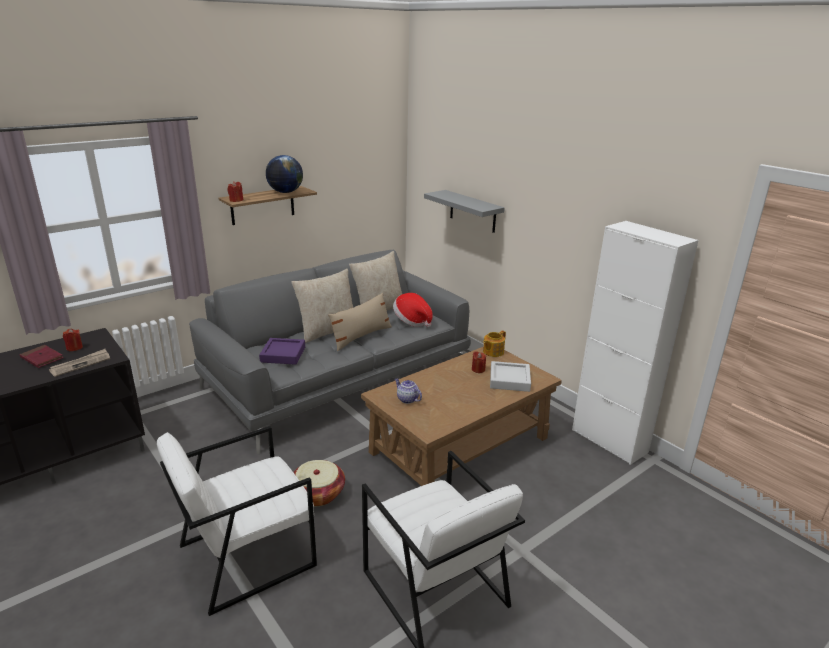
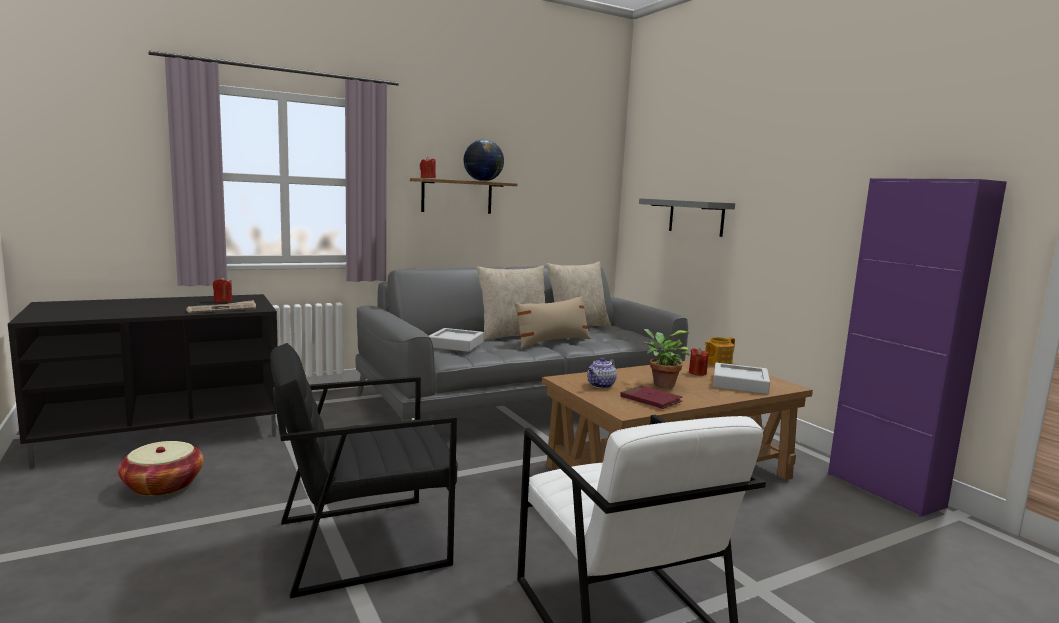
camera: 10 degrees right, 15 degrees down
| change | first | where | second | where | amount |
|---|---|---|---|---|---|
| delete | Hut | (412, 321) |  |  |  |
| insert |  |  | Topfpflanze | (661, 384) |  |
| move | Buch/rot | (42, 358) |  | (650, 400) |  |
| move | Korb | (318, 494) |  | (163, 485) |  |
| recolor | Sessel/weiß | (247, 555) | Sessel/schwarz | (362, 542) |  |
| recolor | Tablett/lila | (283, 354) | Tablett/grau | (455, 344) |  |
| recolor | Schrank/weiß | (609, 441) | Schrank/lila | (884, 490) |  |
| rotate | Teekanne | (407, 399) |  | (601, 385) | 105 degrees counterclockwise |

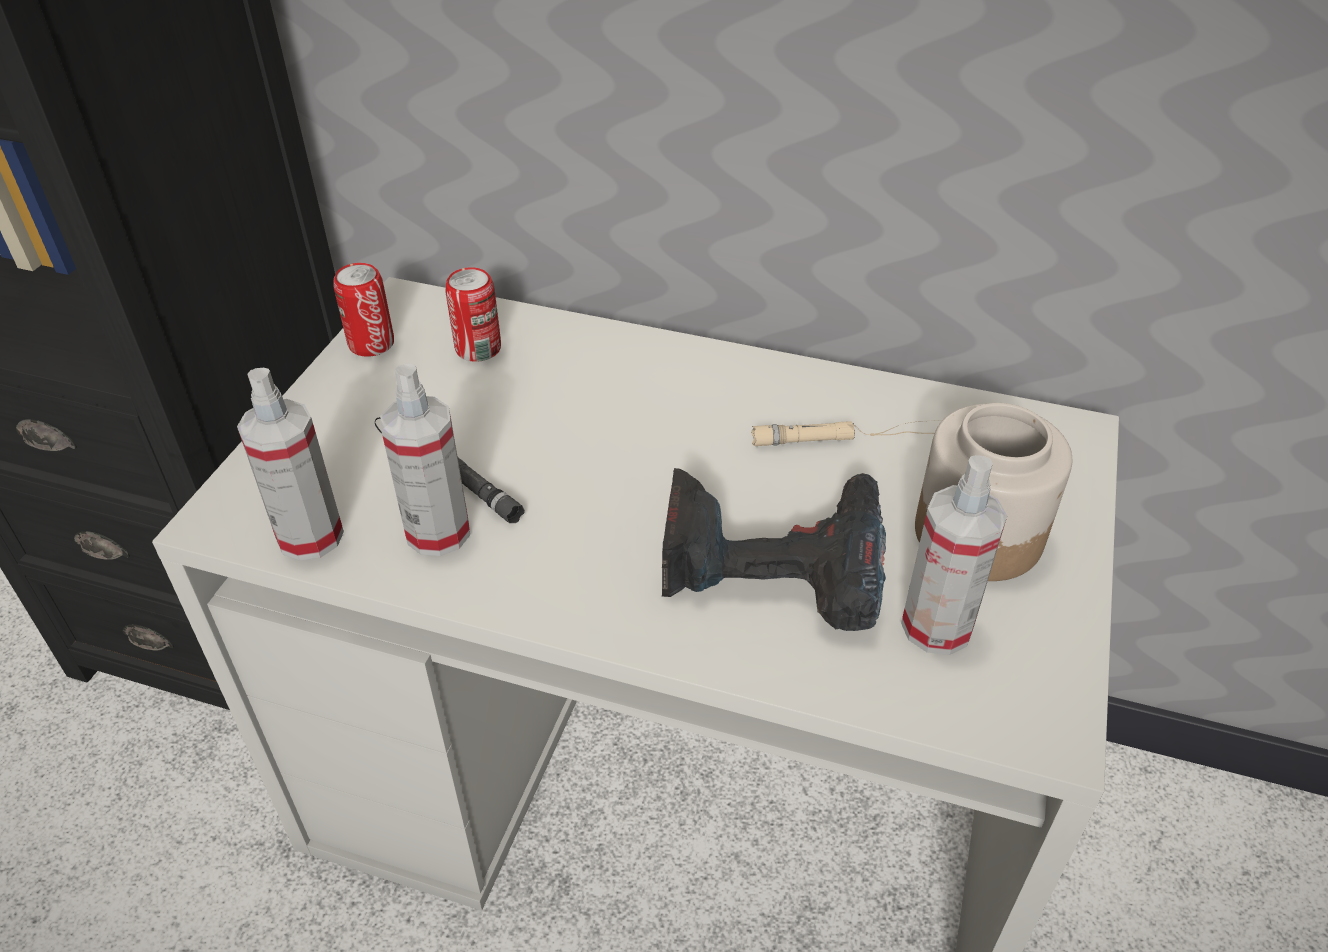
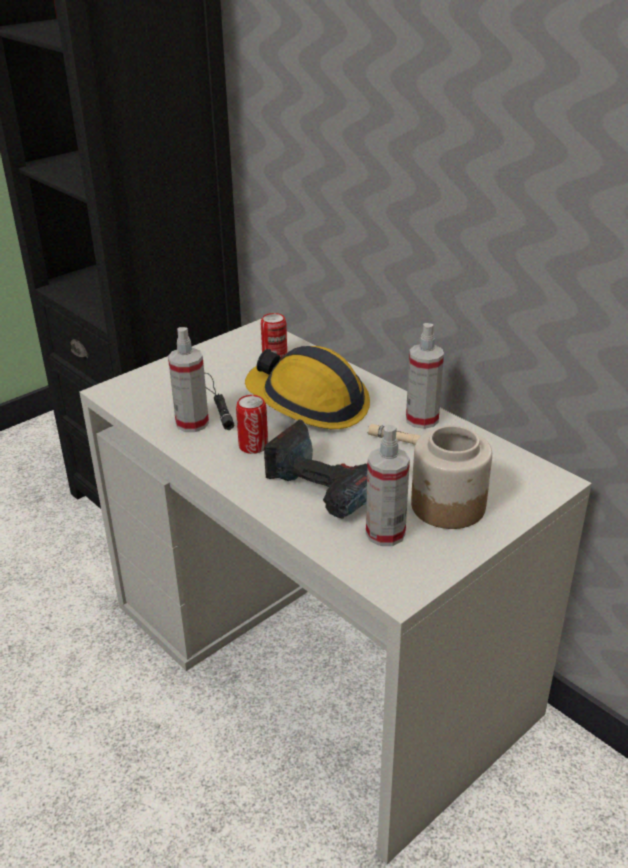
camera: 30 degrees right, 10 degrees down
| change | first | where | second | where | amount |
|---|---|---|---|---|---|
| insert |  |  | Schutzhelm | (308, 404) |  |
| move | Sprühflasche | (310, 536) |  | (422, 419) |  |
| move | Dose | (371, 344) |  | (253, 446) |  |

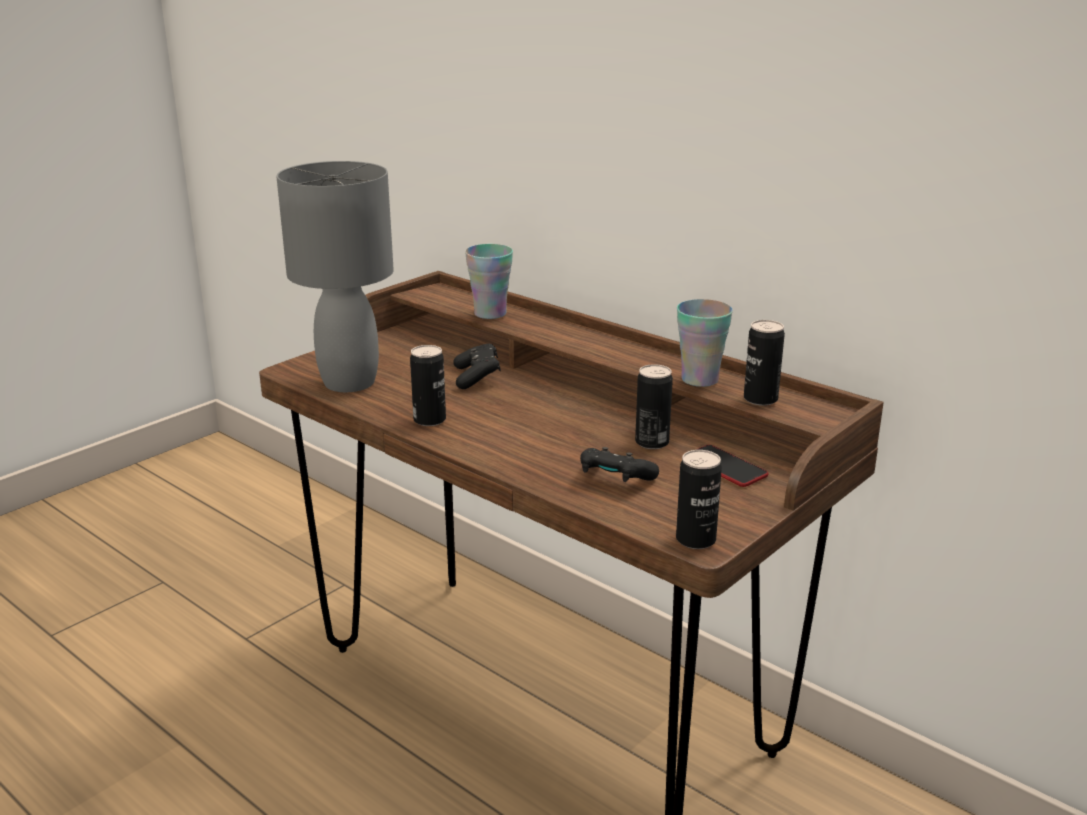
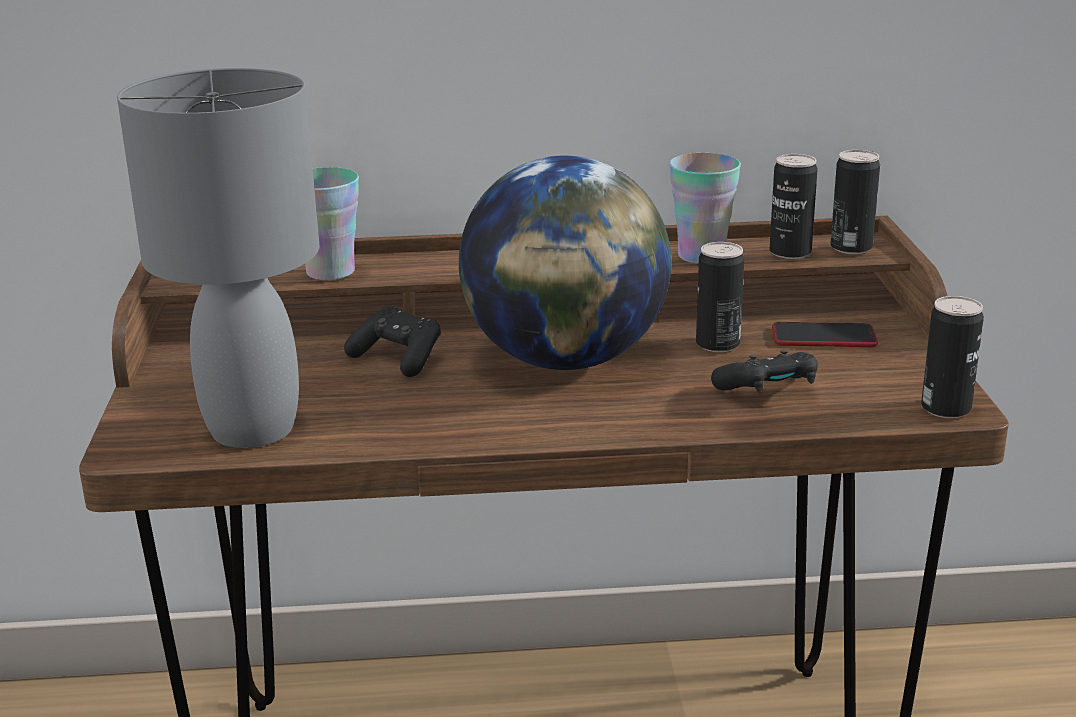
camera: 45 degrees left, 0 degrees up
| change | first | where | second | where | amount |
|---|---|---|---|---|---|
| insert |  |  | Globus | (565, 360) |  |
| move | Dose | (429, 420) |  | (851, 247) |  |

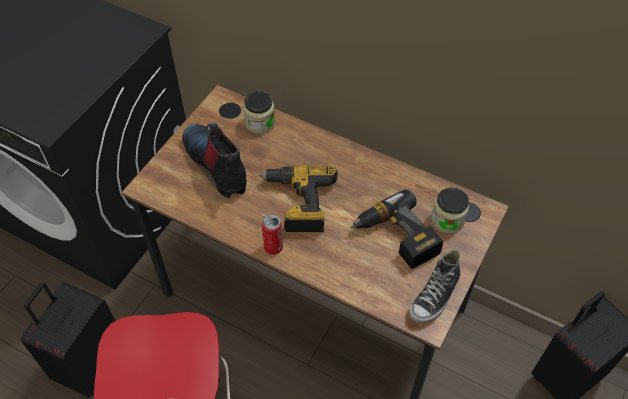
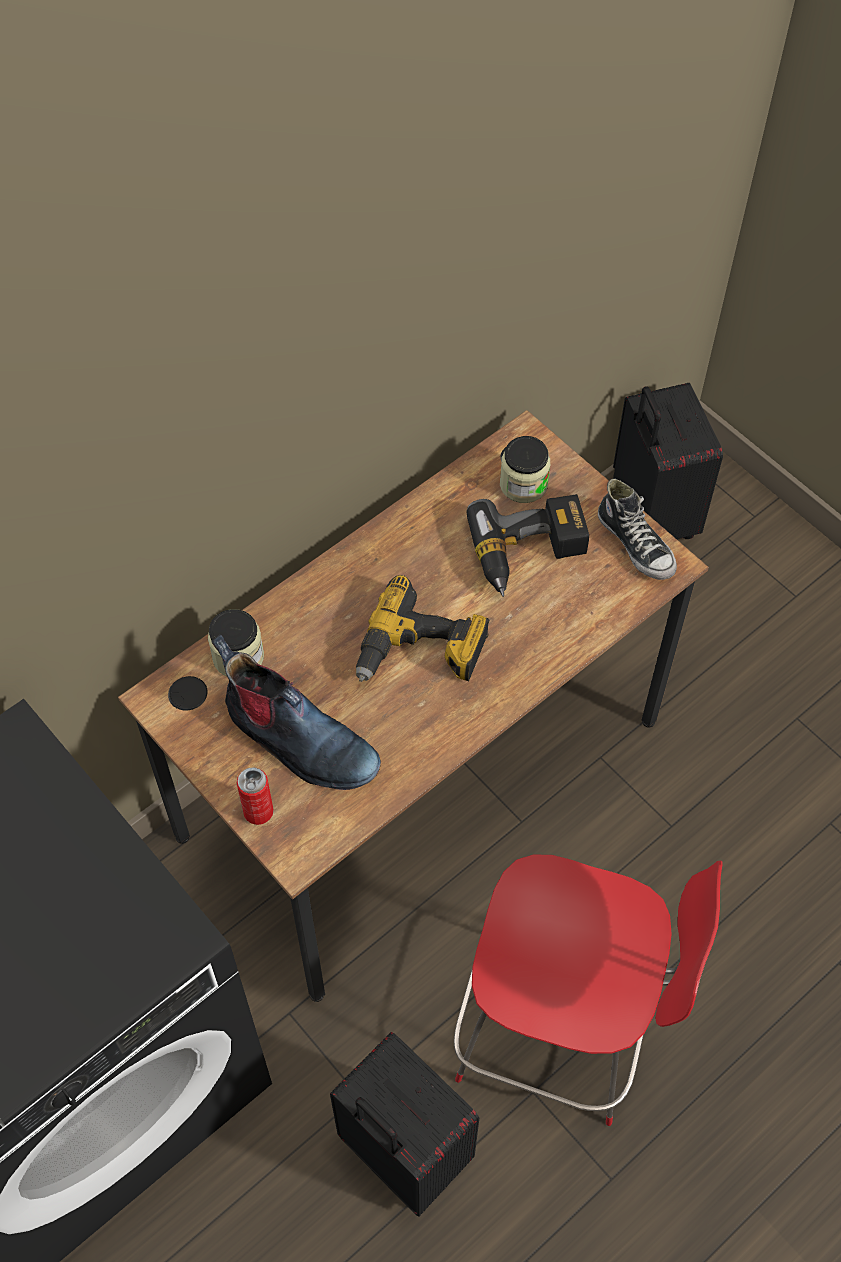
camera: 70 degrees left, 5 degrees up
| change | first | where | second | where | amount |
|---|---|---|---|---|---|
| move | Dose | (273, 247) |  | (258, 811) |  |
| rotate | Stiefel | (217, 165) |  | (298, 740) | 135 degrees counterclockwise |

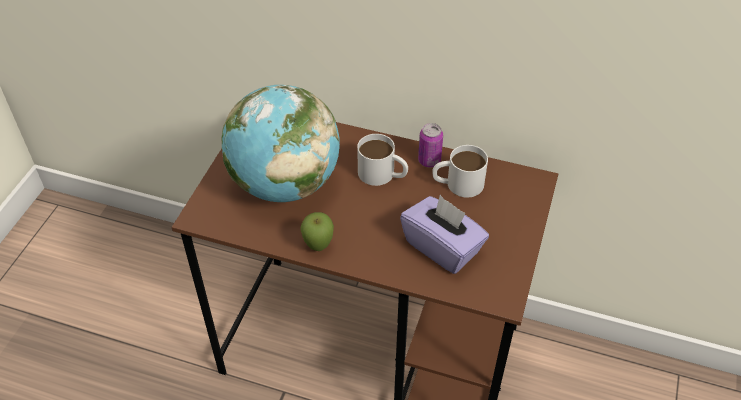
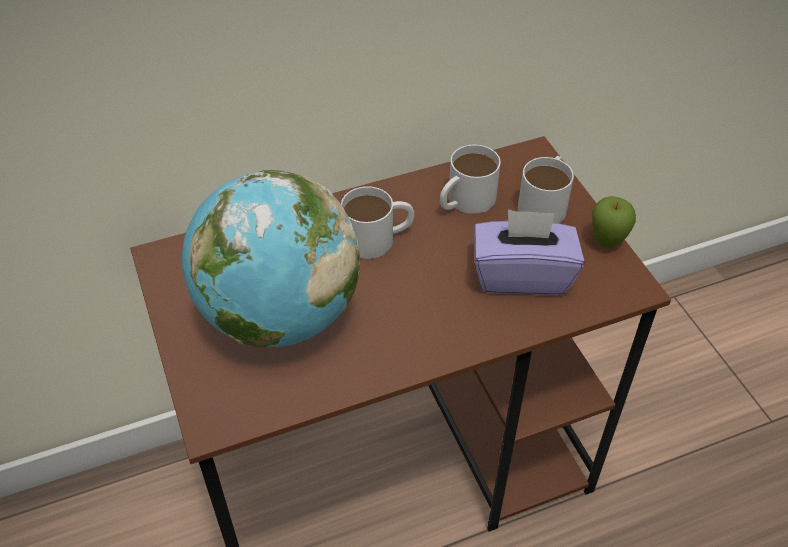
camera: 40 degrees left, 0 degrees up
| change | first | where | second | where | amount |
|---|---|---|---|---|---|
| delete | Dose | (429, 161) |  |  |  |
| insert |  |  | Henkelbecher/weiß | (545, 203) |  |
| move | Apfel | (318, 247) |  | (606, 243) |  |

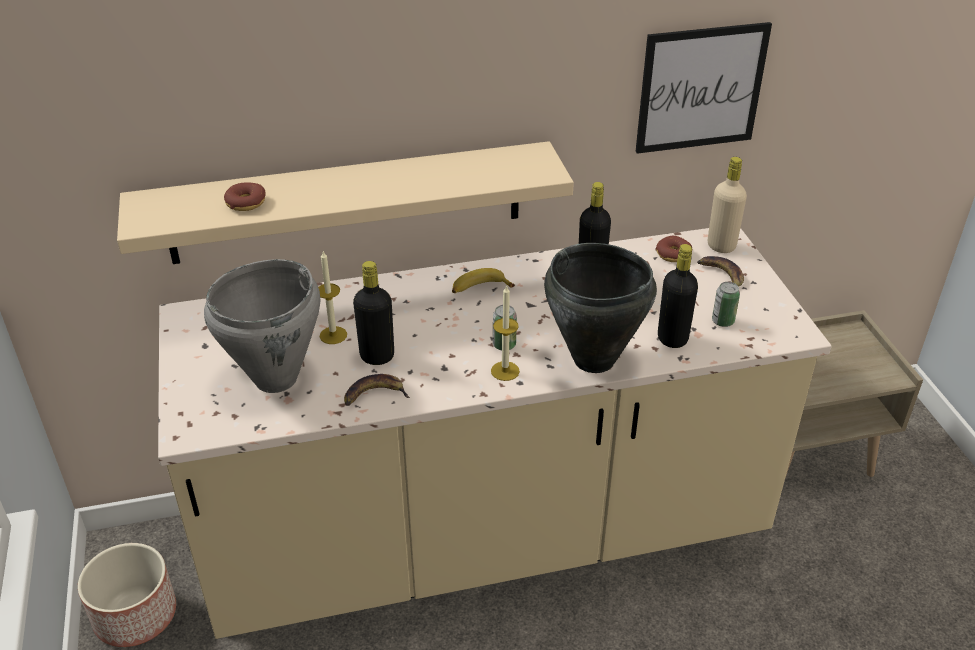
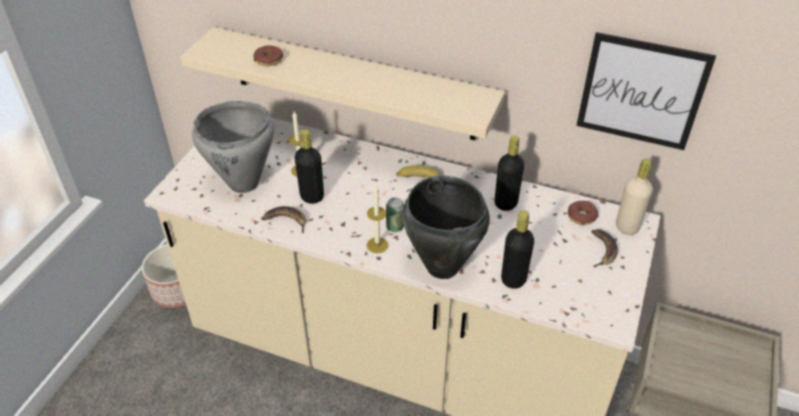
camera: 35 degrees right, 5 degrees up
| change | first | where | second | where | amount |
|---|---|---|---|---|---|
| delete | Dose | (722, 321) |  |  |  |

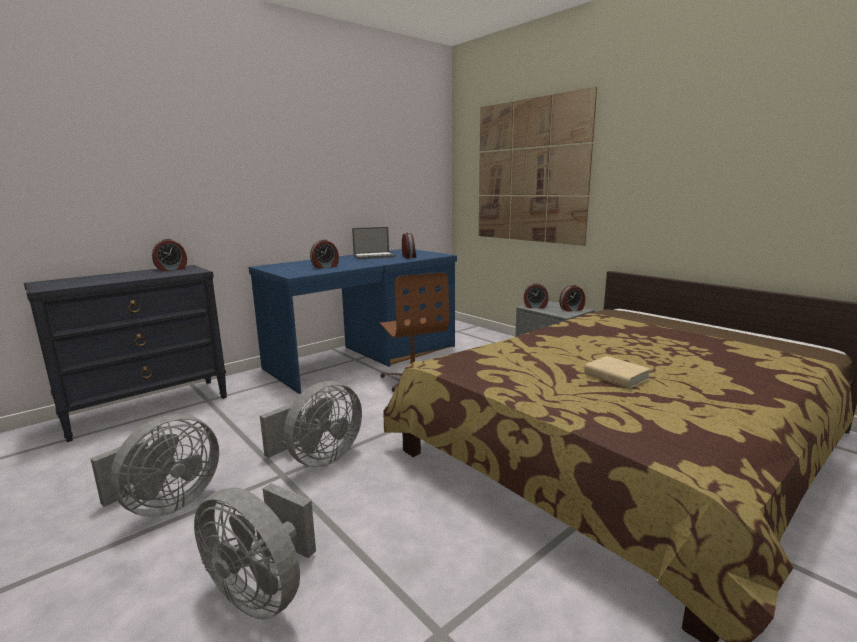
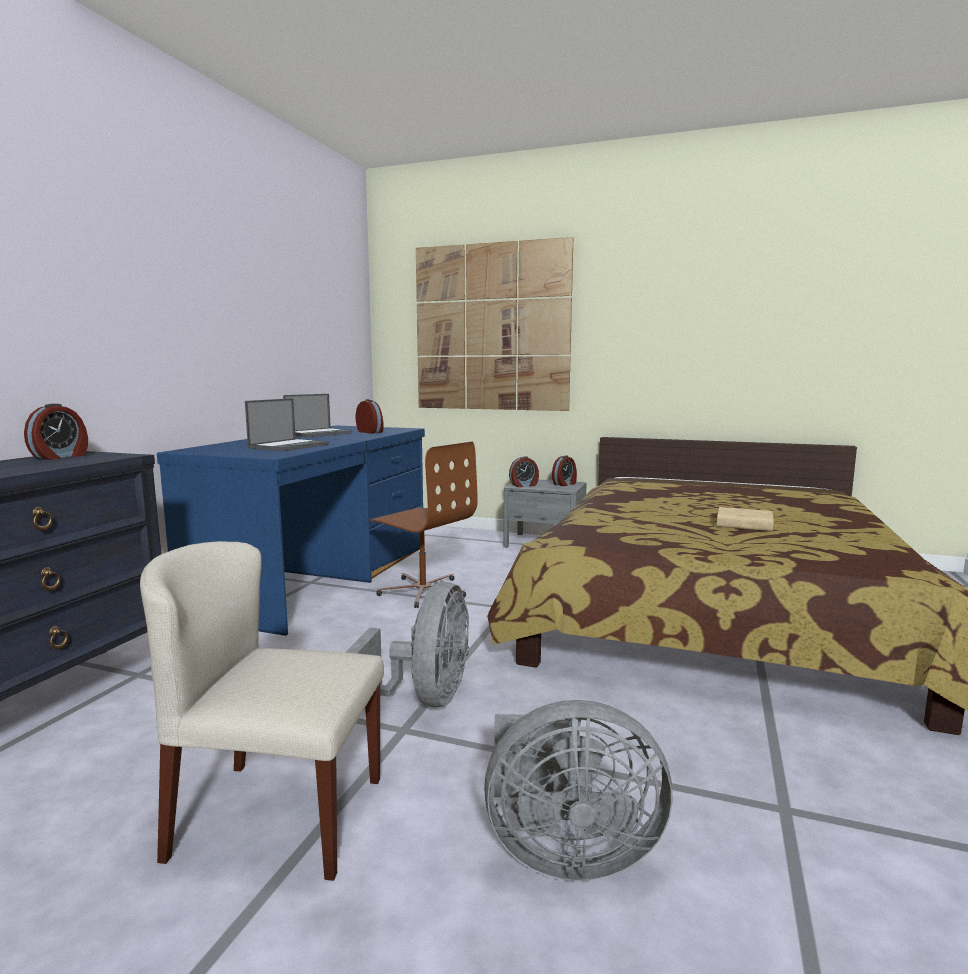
camera: 30 degrees left, 5 degrees down
| change | first | where | second | where | amount |
|---|---|---|---|---|---|
| replace | Ventilator/grau | (166, 504) | Stuhl/beige | (277, 817) |  |
| replace | Wecker | (325, 267) | Laptop | (289, 446) |  |

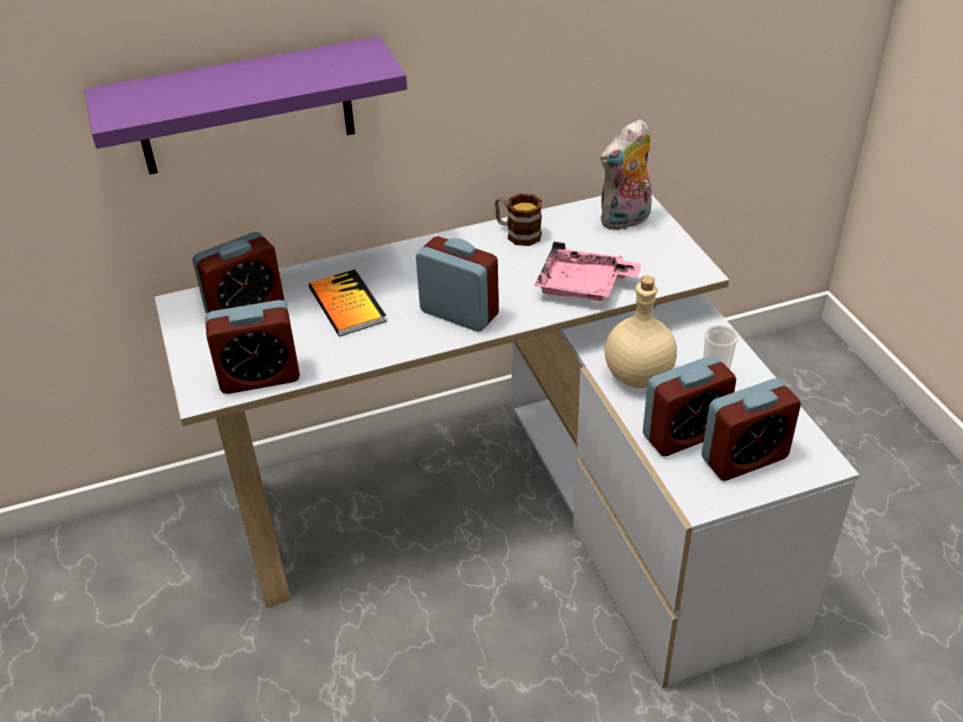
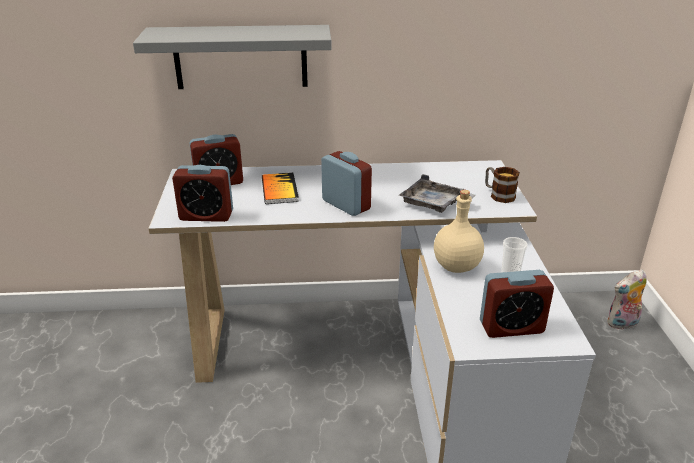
camera: 15 degrees right, 10 degrees down
| change | first | where | second | where | amount |
|---|---|---|---|---|---|
| delete | Wecker | (684, 434) |  |  |  |
| move | Henkelbecher | (517, 233) |  | (498, 195) |  |
| move | Plüschtier | (625, 221) |  | (622, 324) |  |
| recolor | Wandregal/lila | (245, 108) | Wandregal/grau | (240, 57) |  |
| recolor | Tablett/rosa | (583, 286) | Tablett/grau | (434, 204) |  |

